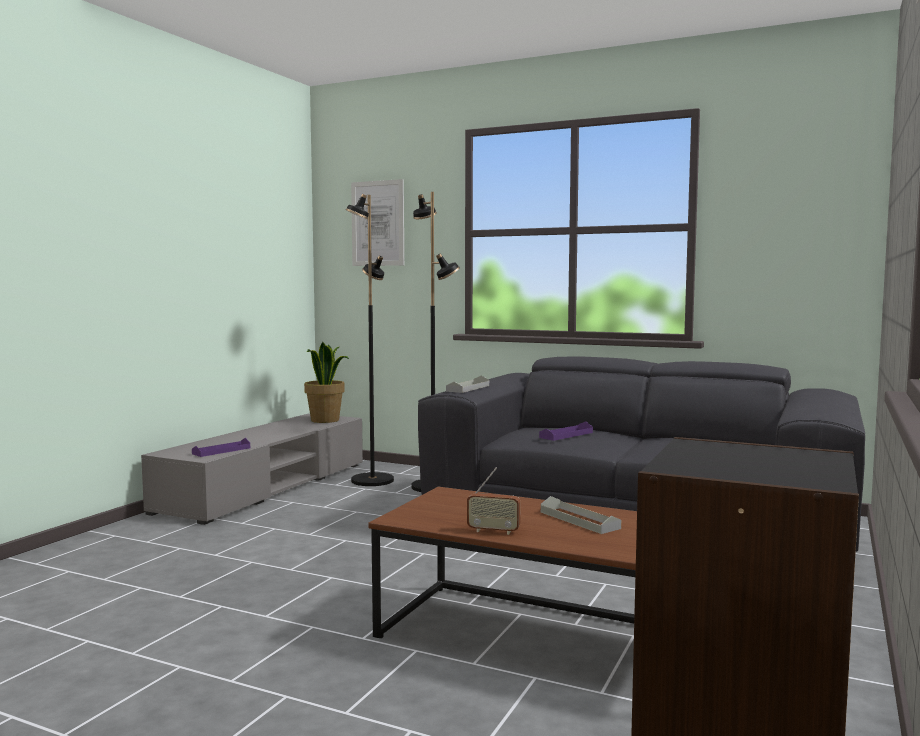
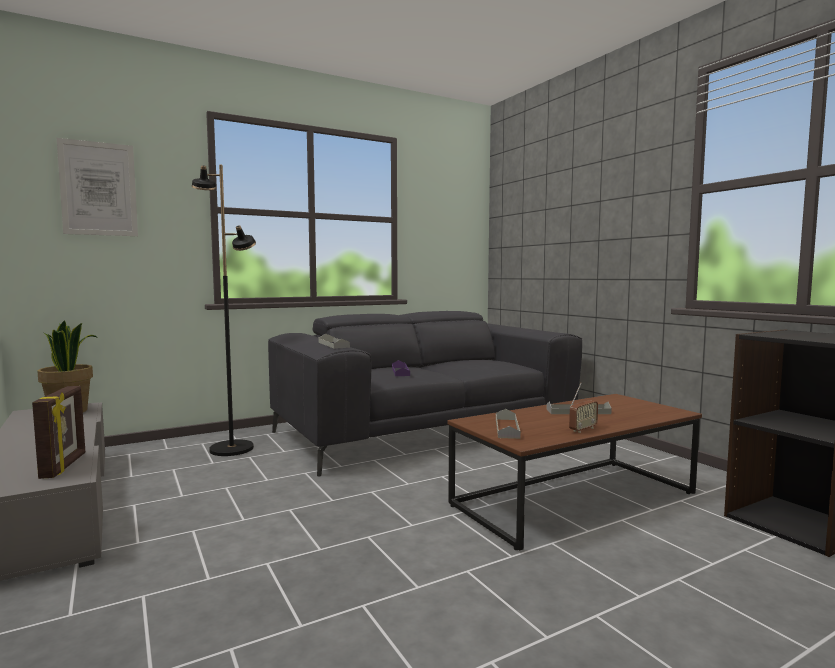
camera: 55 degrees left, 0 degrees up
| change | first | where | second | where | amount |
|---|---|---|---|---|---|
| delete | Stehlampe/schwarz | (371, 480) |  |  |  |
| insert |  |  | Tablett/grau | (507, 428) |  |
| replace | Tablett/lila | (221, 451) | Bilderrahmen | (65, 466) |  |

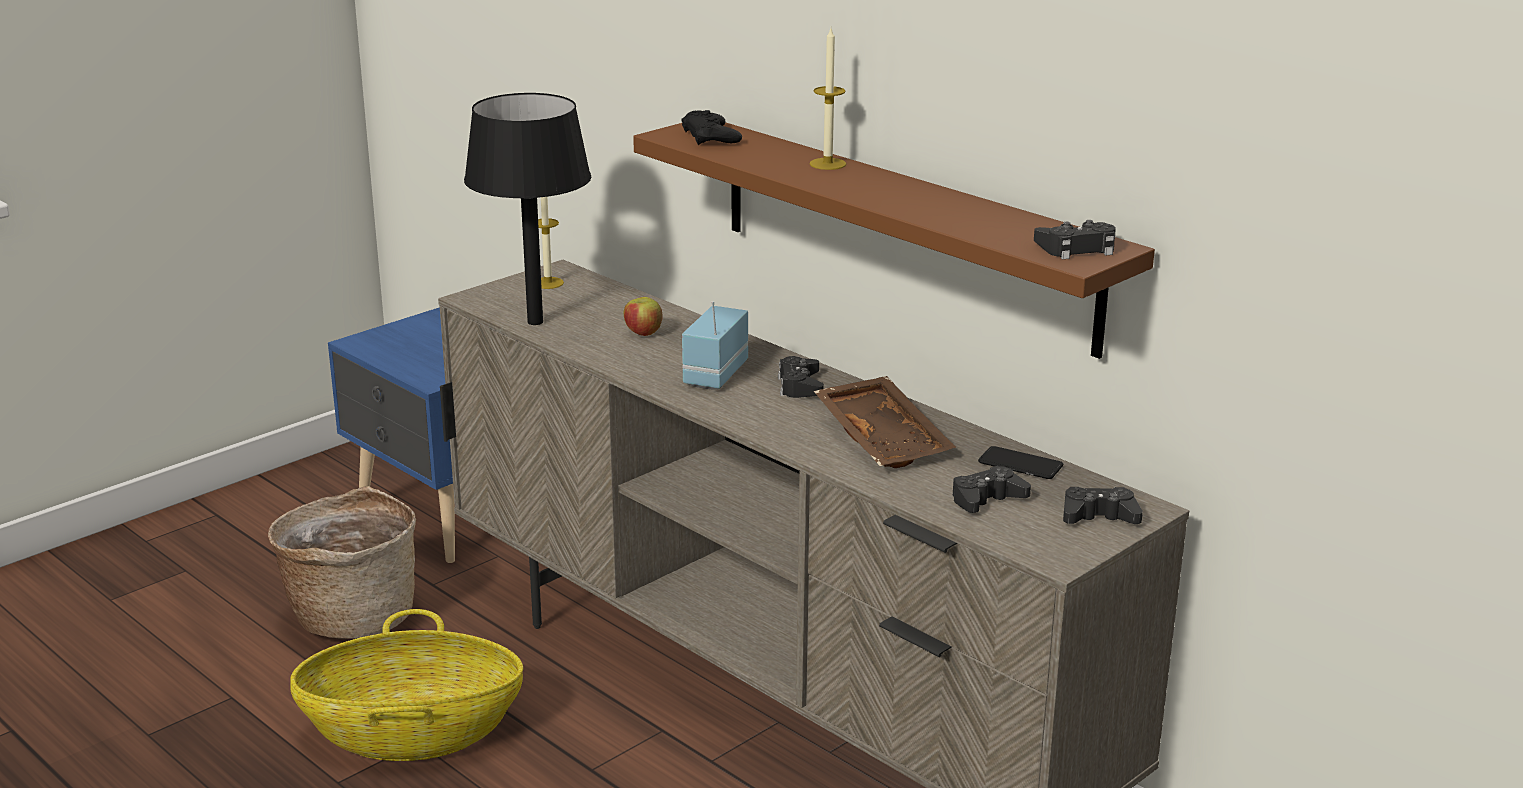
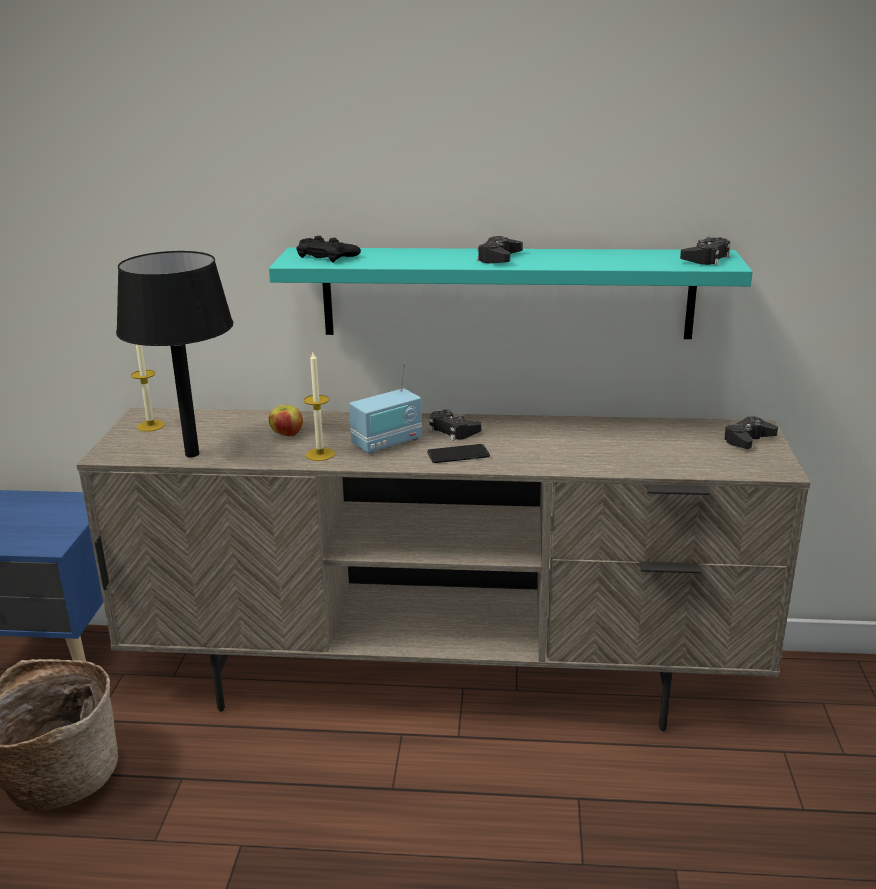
camera: 40 degrees left, 0 degrees up
| change | first | where | second | where | amount |
|---|---|---|---|---|---|
| delete | Korb | (412, 732) |  |  |  |
| delete | Tablett/braun | (885, 438) |  |  |  |
| move | Kerze | (827, 164) |  | (320, 454) |  |
| move | Gamepad/schwarz | (987, 499) |  | (499, 258) |  |
| move | Handy | (1020, 464) |  | (458, 455) |  |
| recolor | Wandregal/braun | (904, 232) | Wandregal/türkis | (506, 293) |  |
| rotate | Radio | (714, 374) |  | (387, 443) | 105 degrees counterclockwise |

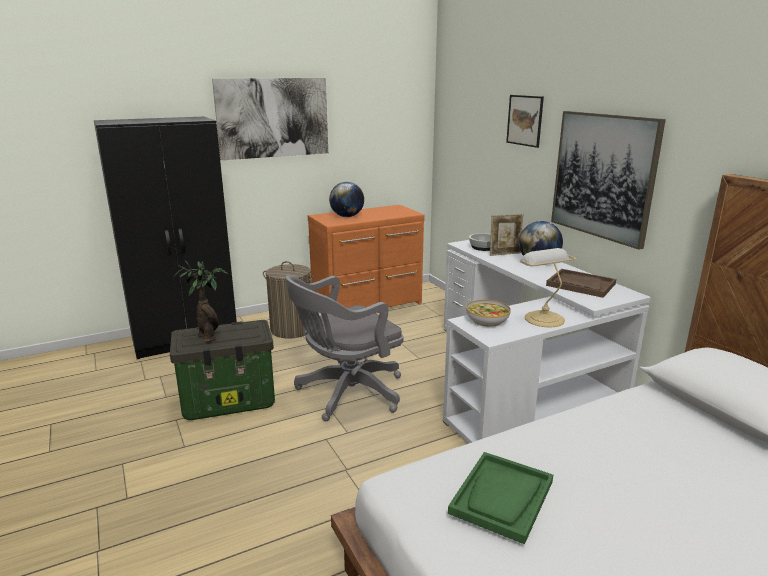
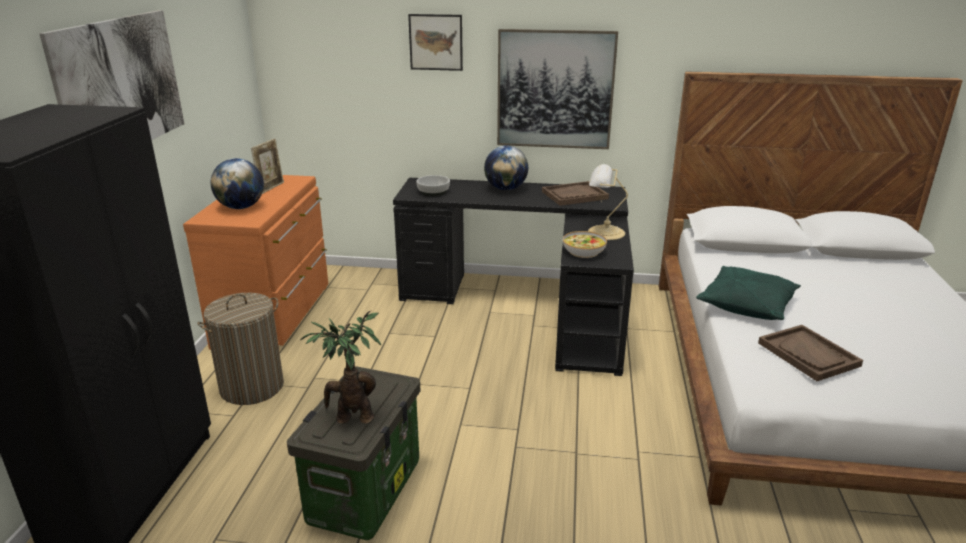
camera: 55 degrees left, 5 degrees up
| change | first | where | second | where | amount |
|---|---|---|---|---|---|
| delete | Bürostuhl/grau | (346, 394) |  |  |  |
| insert |  |  | Kissen/grün | (746, 305) |  |
| move | Bilderrahmen | (505, 254) |  | (271, 188) |  |
| recolor | Schreibtisch/weiß | (521, 378) | Schreibtisch/schwarz | (531, 305) |  |
| recolor | Tablett/grün | (502, 497) | Tablett/braun | (808, 354) |  |

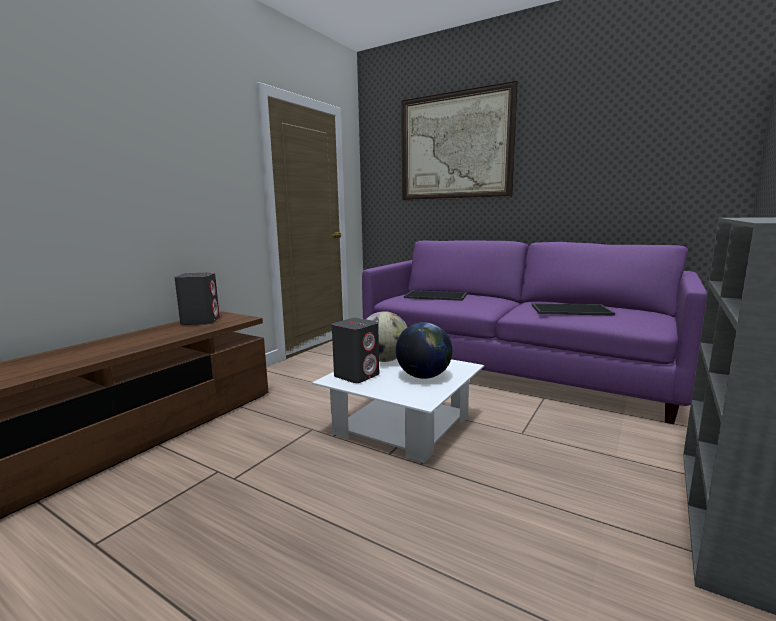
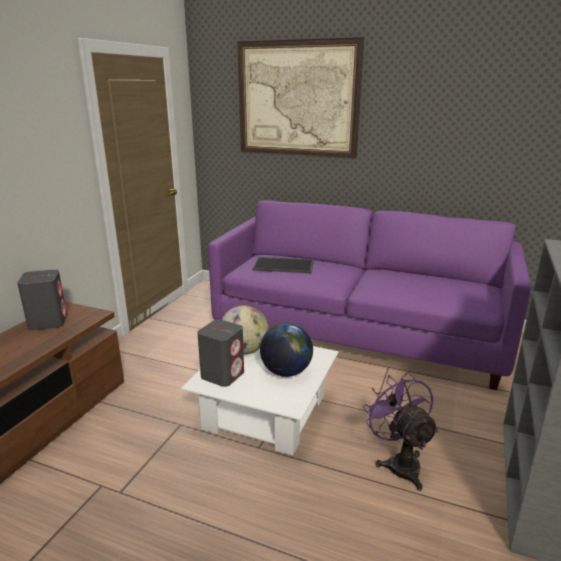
camera: 10 degrees left, 10 degrees up
| change | first | where | second | where | amount |
|---|---|---|---|---|---|
| delete | Tablett | (571, 309) |  |  |  |
| insert |  |  | Ventilator/lila | (399, 463) |  |

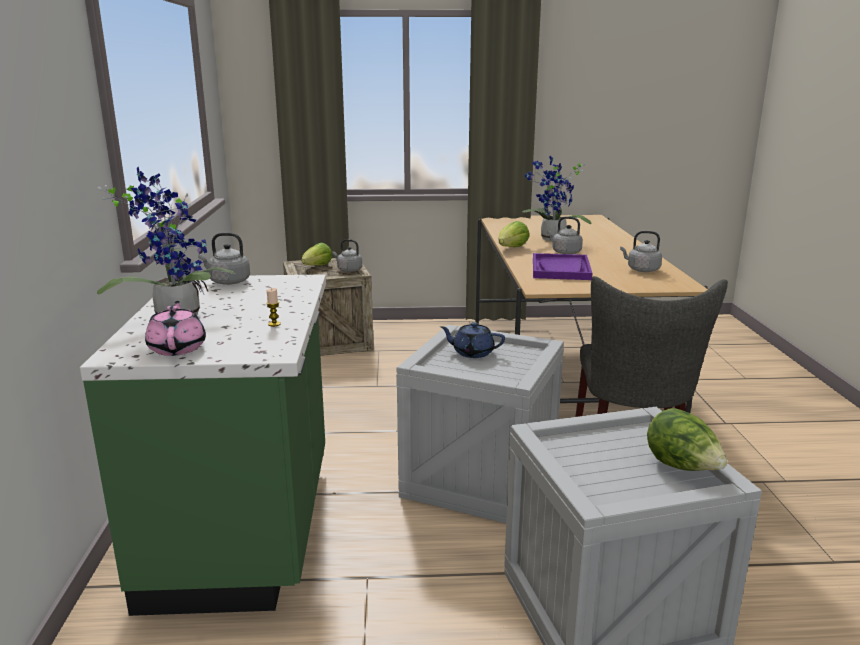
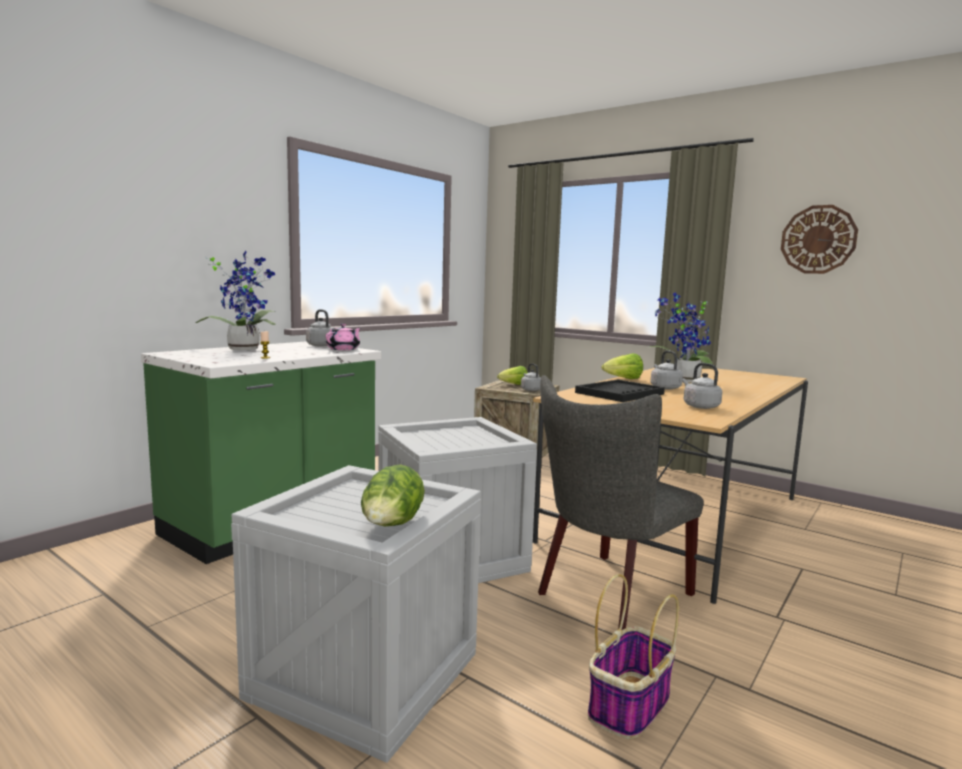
camera: 40 degrees right, 10 degrees down
| change | first | where | second | where | amount |
|---|---|---|---|---|---|
| delete | Teekanne/blau | (472, 353) |  |  |  |
| insert |  |  | Korb | (629, 706) |  |
| insert |  |  | Wanduhr | (818, 239) |  |
| move | Teekanne/rosa | (177, 348) |  | (344, 349) |  |
| recolor | Tablett/lila | (561, 269) | Tablett/schwarz | (619, 393) |  |

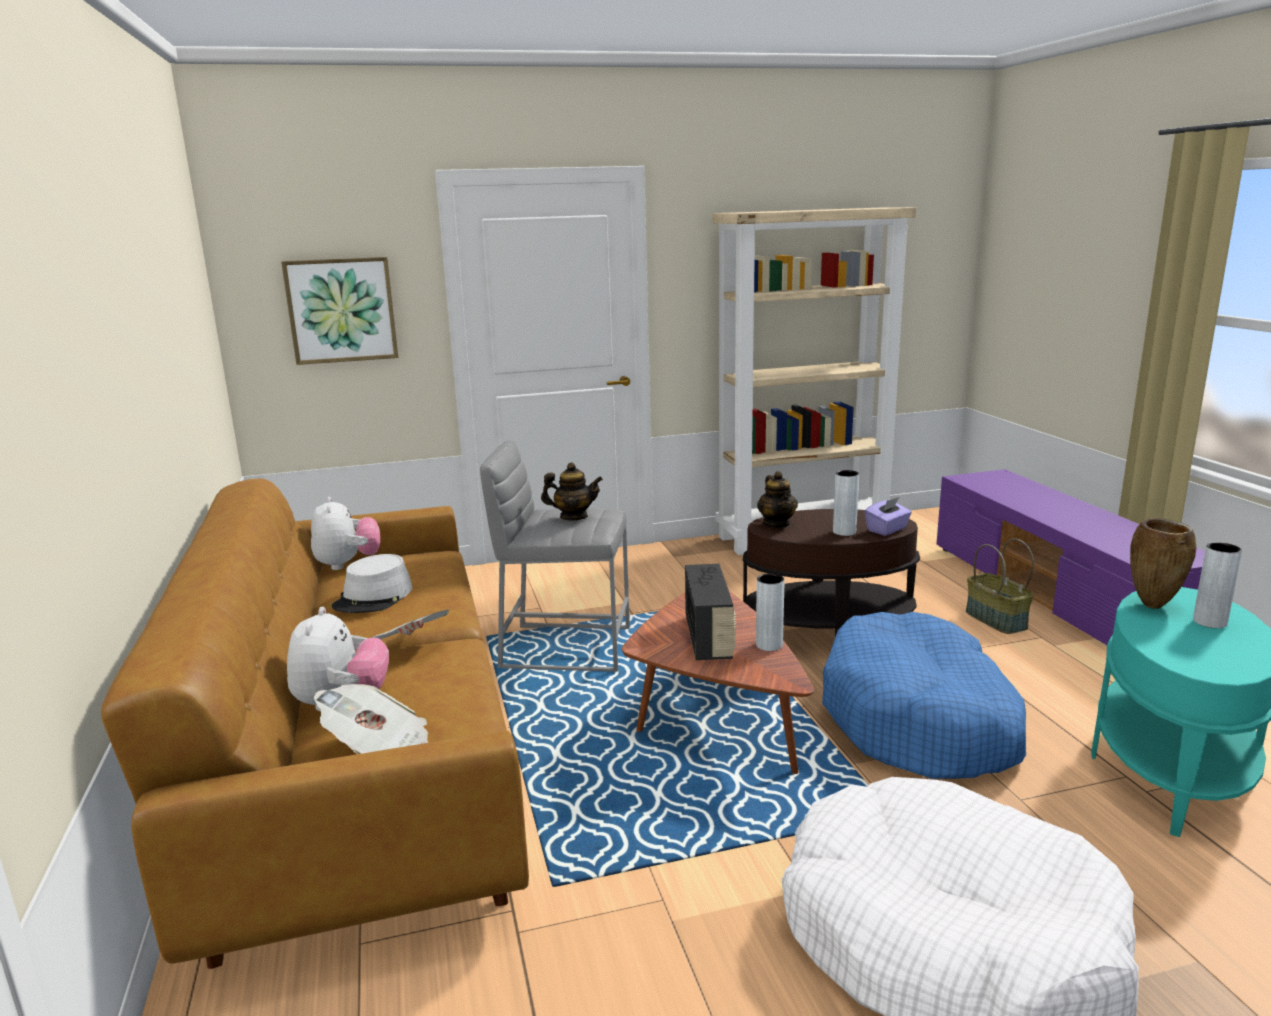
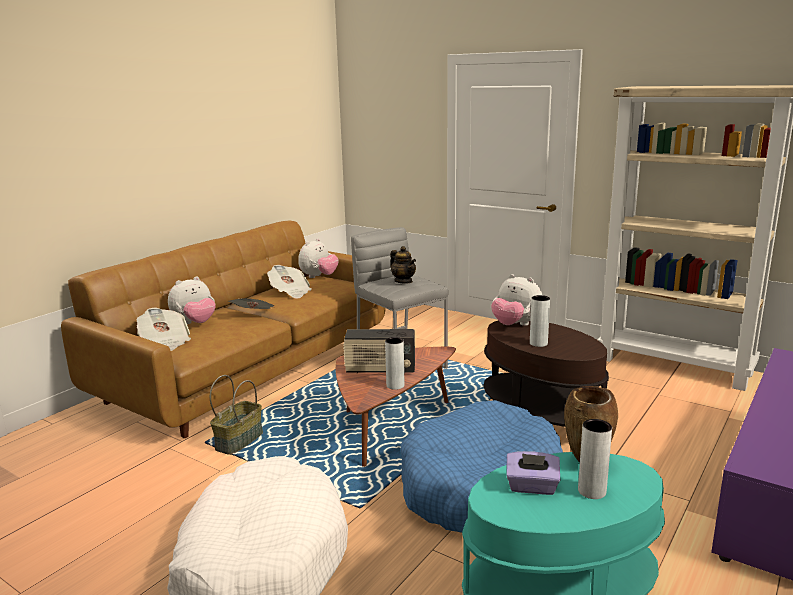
camera: 50 degrees right, 0 degrees up
| change | first | where | second | where | amount |
|---|---|---|---|---|---|
| delete | Bild | (341, 310) |  |  |  |
| move | Taschentuchbox/lila | (887, 529) |  | (532, 487) |  |
| move | Korb | (994, 620) |  | (239, 440) |  |
| replace | Hut/grau | (374, 597) | Zeitung | (290, 292) |  |
| replace | Teekanne | (777, 524) | Plüschtier | (515, 325) |  |
| rotate | Radio | (709, 638) |  | (380, 370) | 45 degrees clockwise |

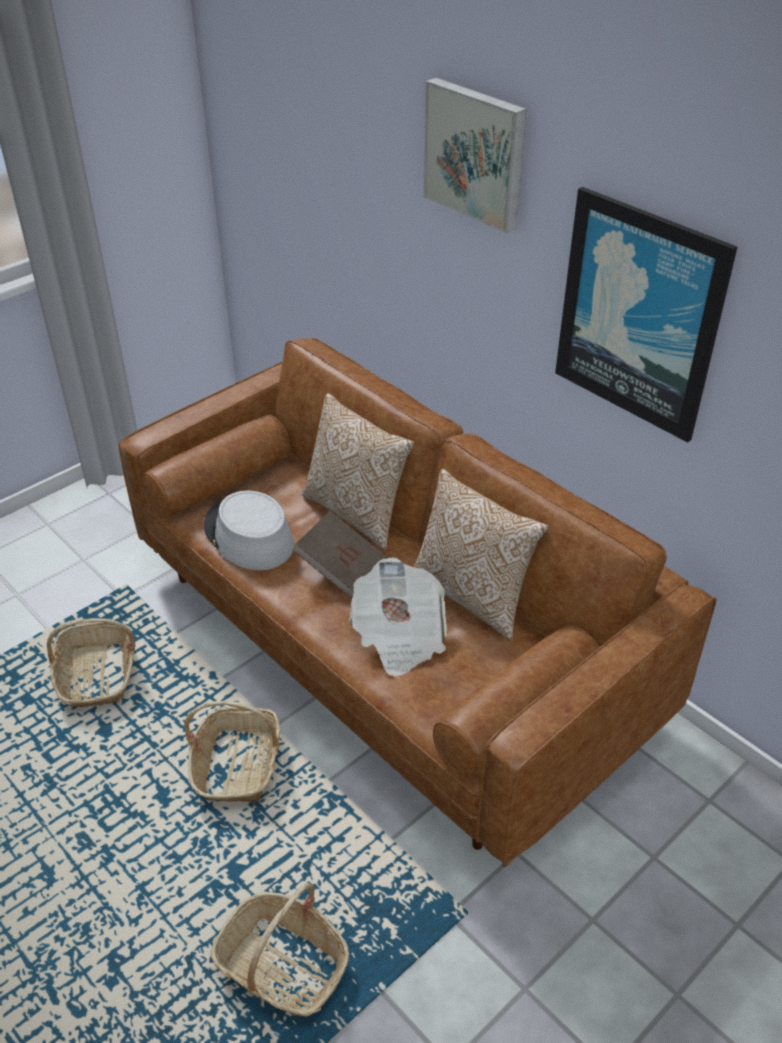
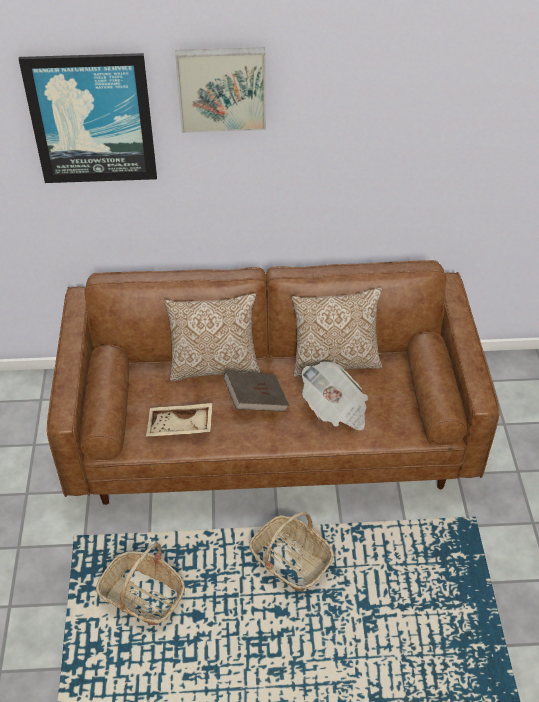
camera: 50 degrees left, 5 degrees up
| change | first | where | second | where | amount |
|---|---|---|---|---|---|
| delete | Korb | (283, 965) |  |  |  |
| move | Bild | (639, 314) |  | (92, 119) |  |
| replace | Hut/grau | (248, 536) | Tablett/beige | (180, 427) |  |

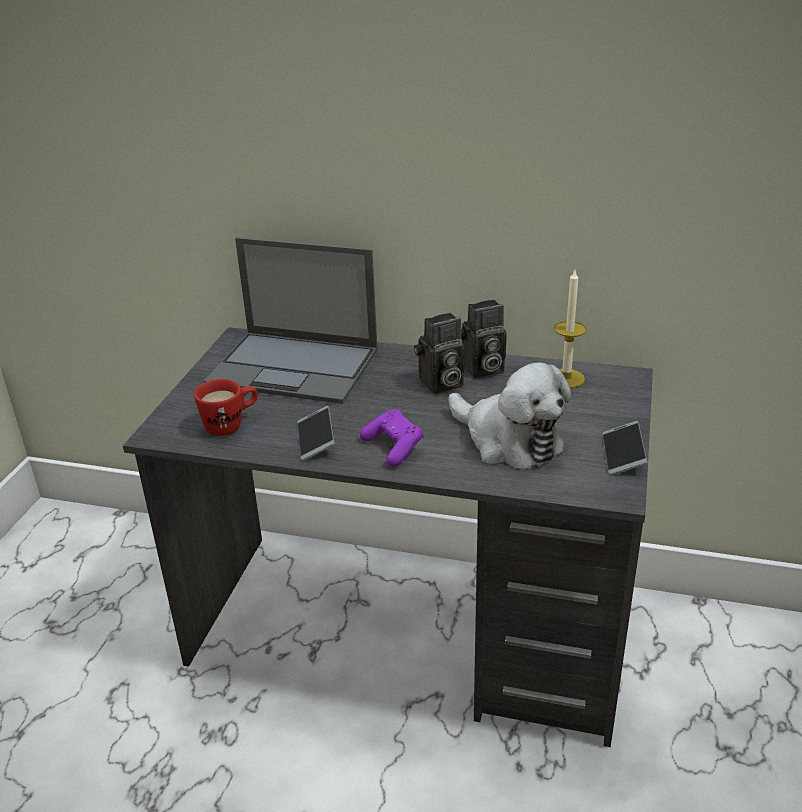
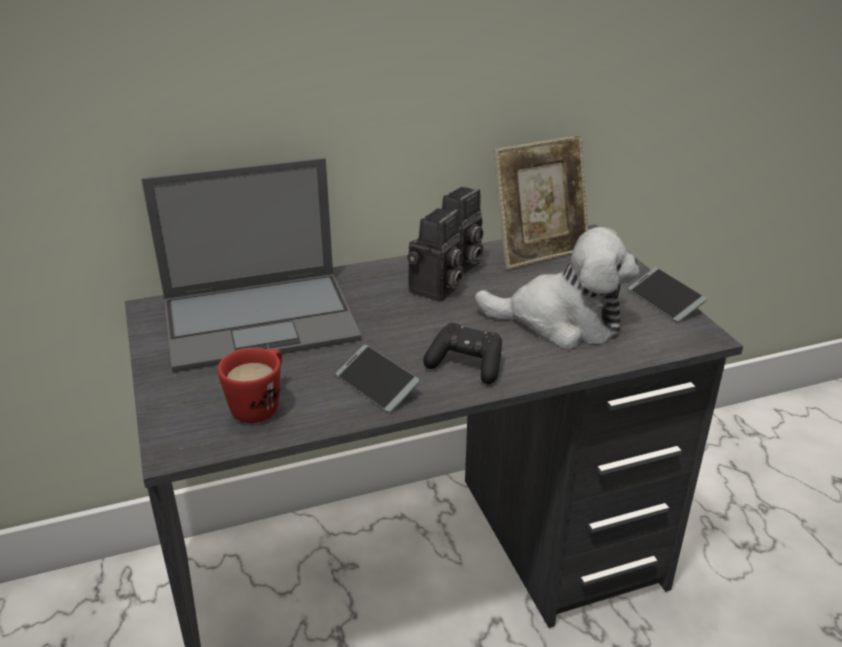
camera: 35 degrees left, 0 degrees up
| change | first | where | second | where | amount |
|---|---|---|---|---|---|
| replace | Kerze | (566, 378) | Bilderrahmen | (539, 252) |  |
| recolor | Gamepad/lila | (394, 447) | Gamepad/schwarz | (466, 365) |  |

